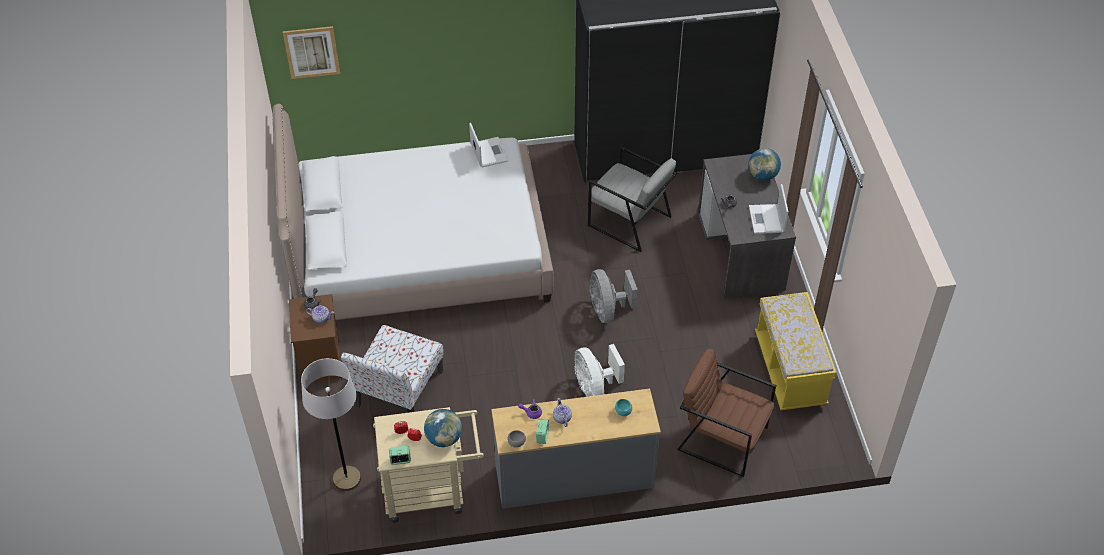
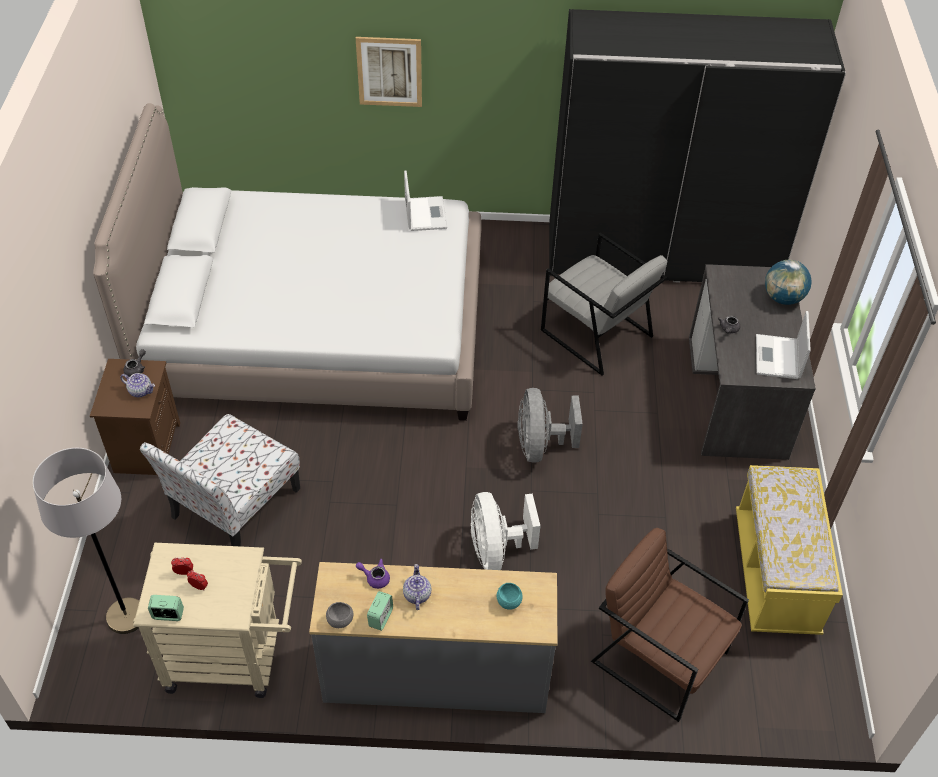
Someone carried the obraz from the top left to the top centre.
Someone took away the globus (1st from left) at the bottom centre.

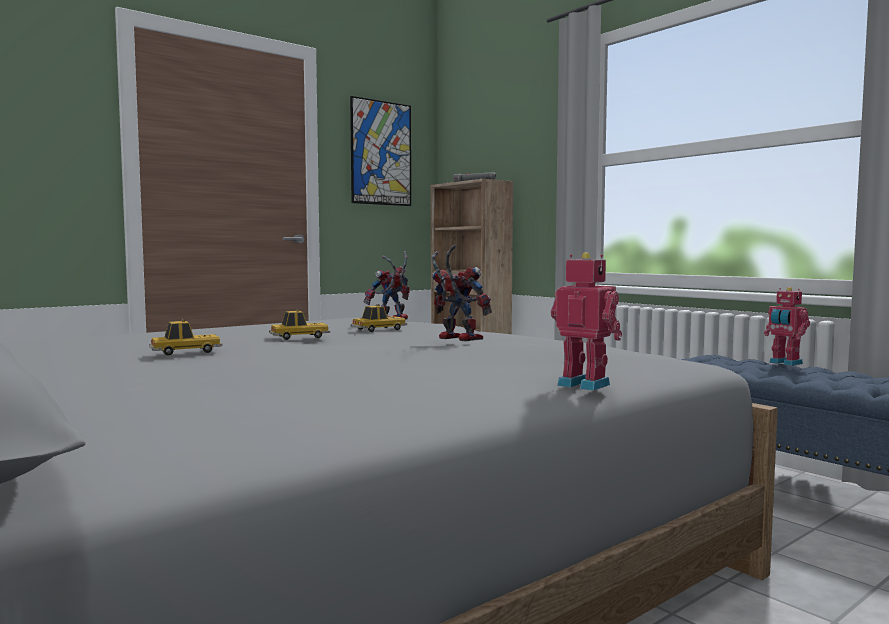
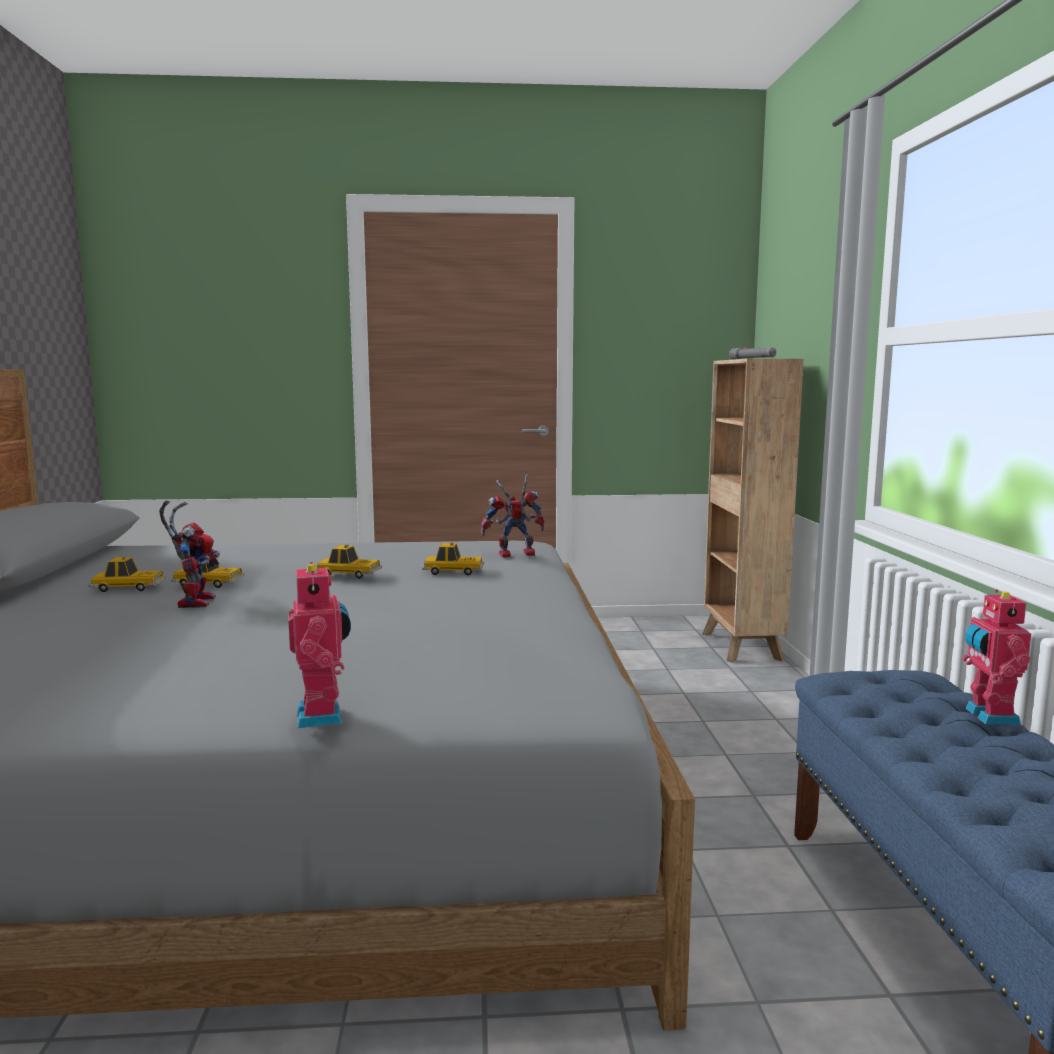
Someone put down the samochodzik (1st from left) at the middle left.
Someone carried the robot zabawkowy (2nd from left in the first image) from the centre to the middle left.
Someone took away the obraz at the top centre.

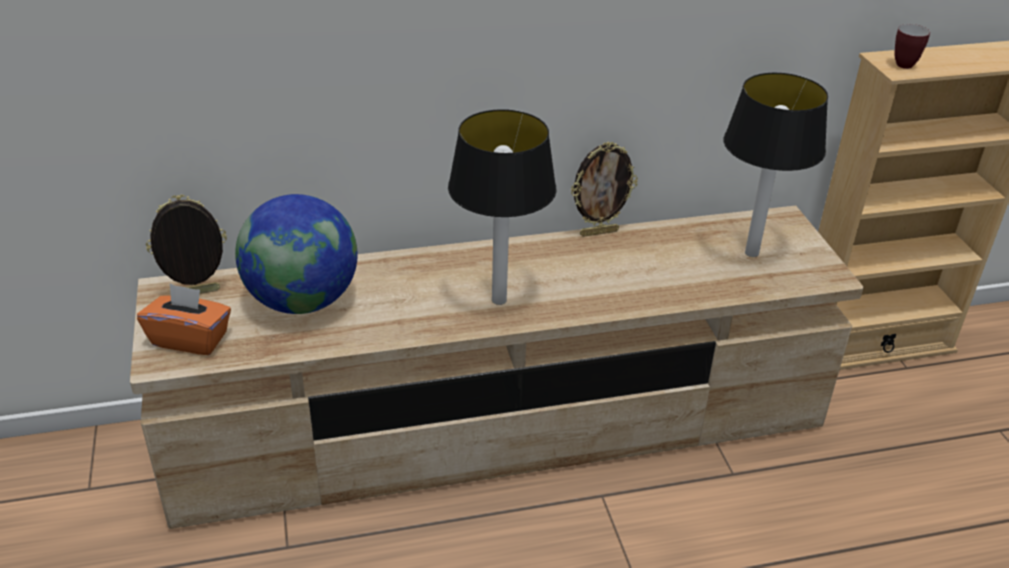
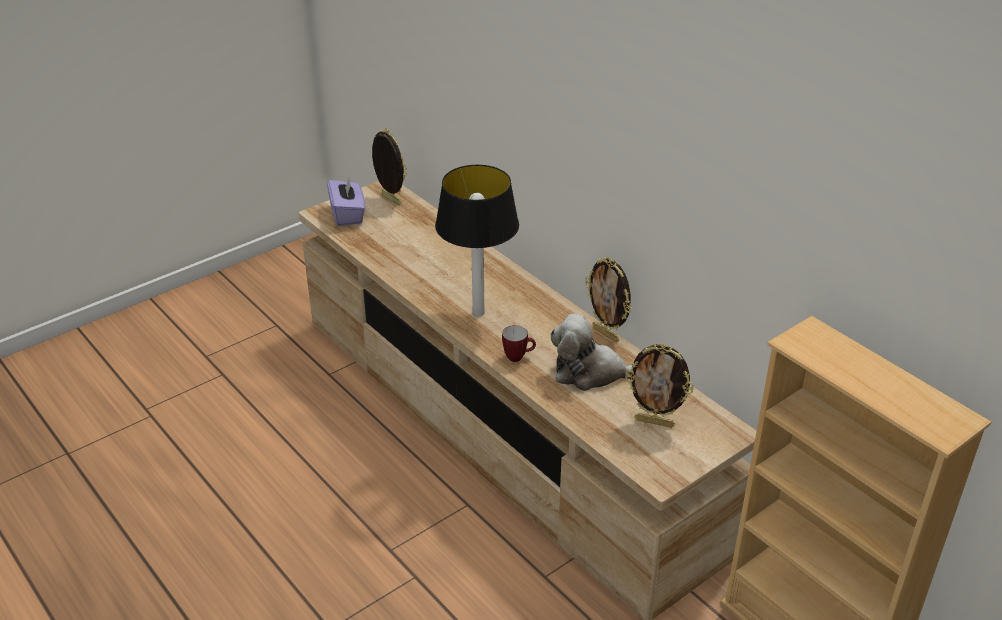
Someone repainted the pudełko chusteczek/pomarańczowy at the middle left, which became the pudełko chusteczek/fioletowy at the top centre.
Someone carried the kubek from the top right to the centre.
Someone put down the pluszak at the centre.
Someone swapped the lampa stołowa (2nd from left) at the top right for the ramka na zdjęcie (3rd from left) at the centre.
Someone took away the globus at the middle left.

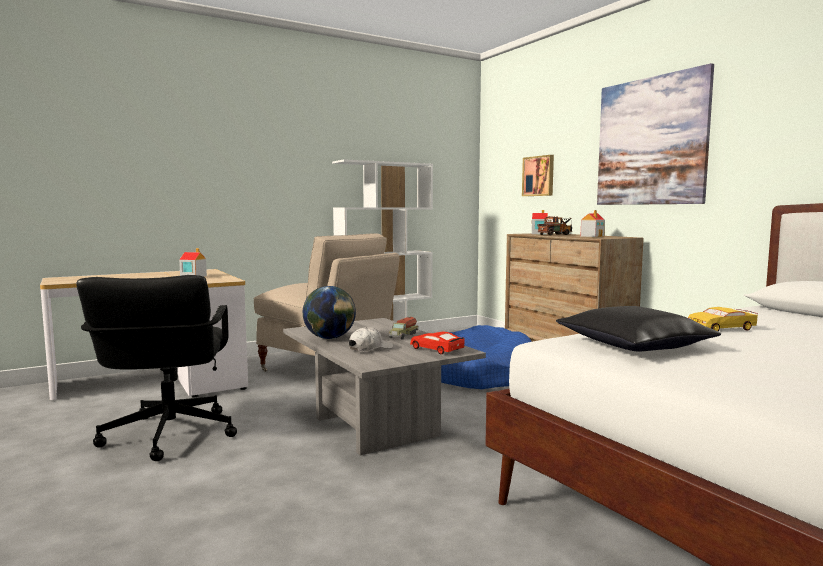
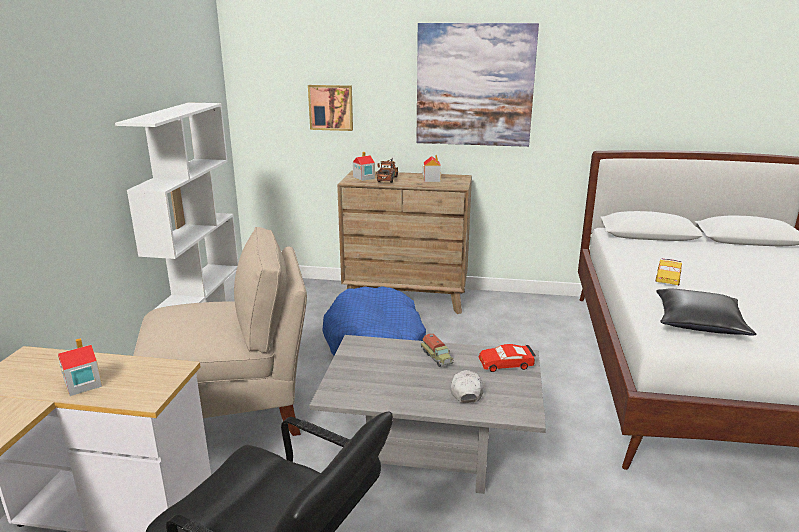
Someone took away the globus at the centre.

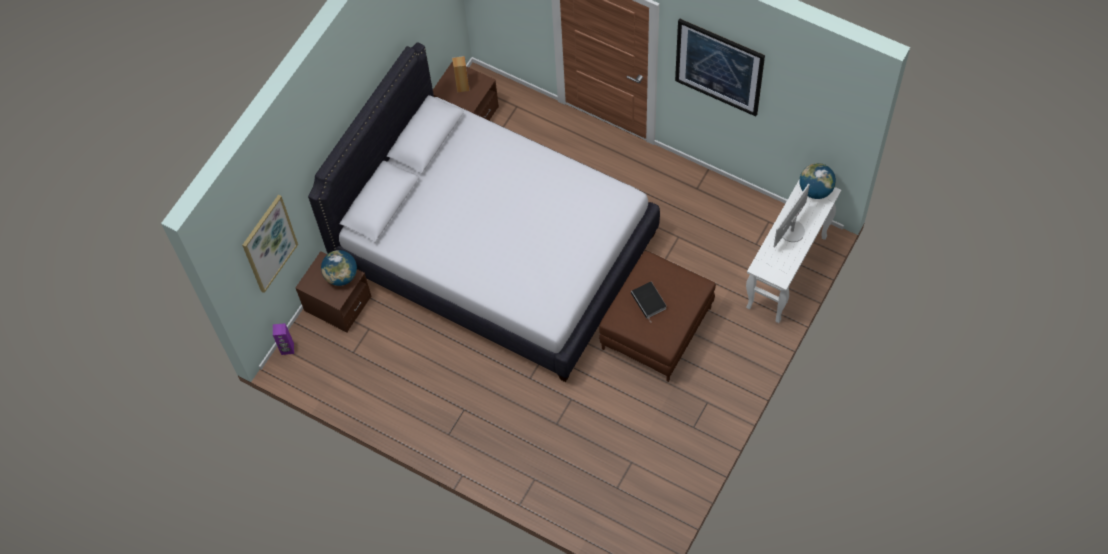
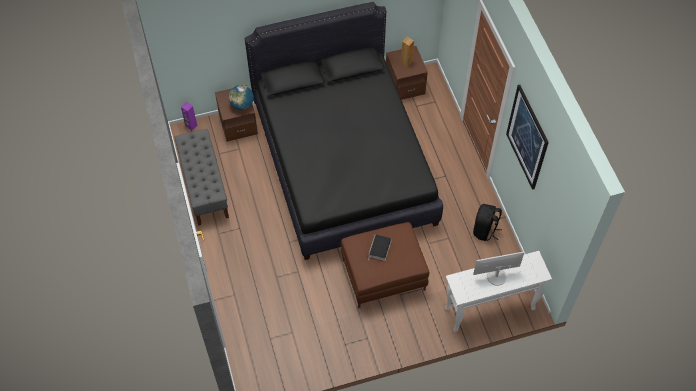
Someone put down the ławka/szary at the middle left.
Someone repainted the łóżko/biały at the centre, which became the łóżko/czarny at the centre.
Someone put down the plecak/czarny at the middle right.
Someone took away the obraz (1st from left) at the middle left.
Someone took away the globus (2nd from left) at the top right.

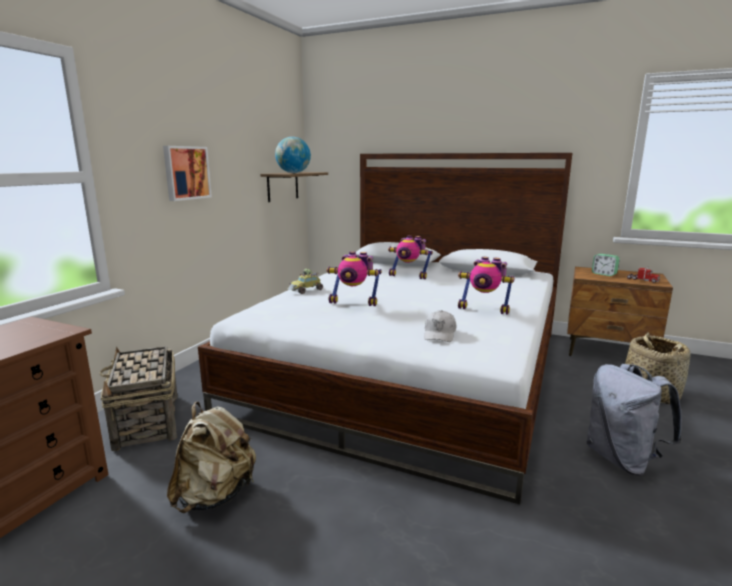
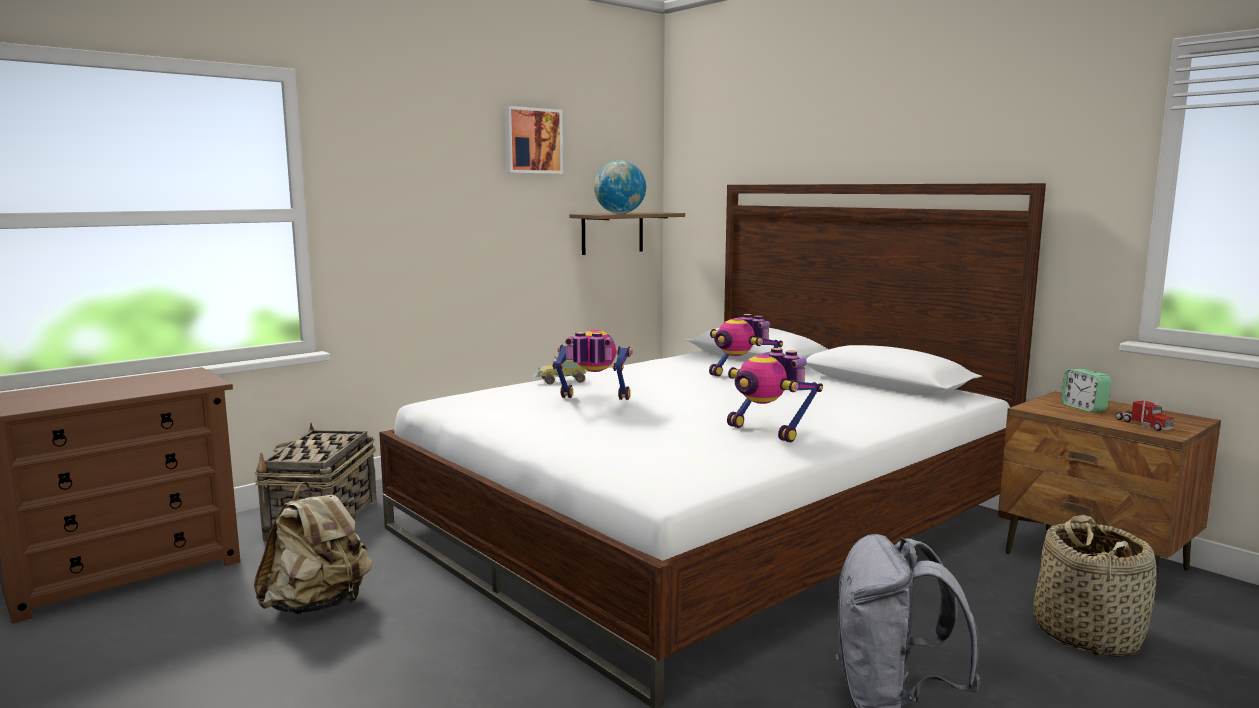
Someone carried the obraz from the top left to the top centre.
Someone rotated the robot zabawkowy (1st from left) at the centre by 150 degrees clockwise.
Someone took away the czapka z daszkiem/biały at the centre.

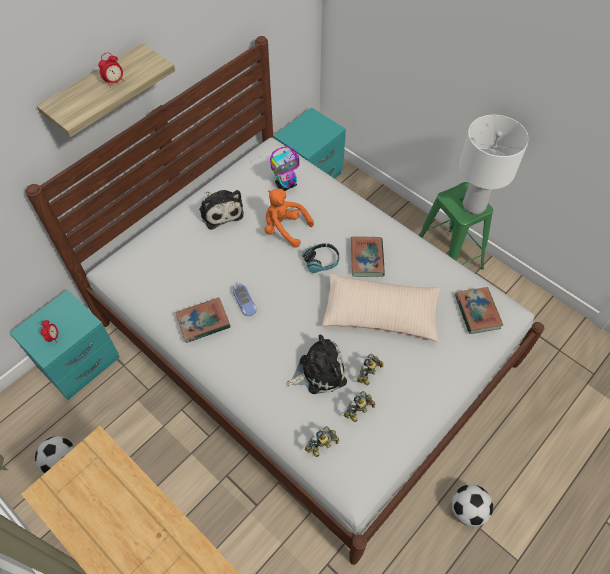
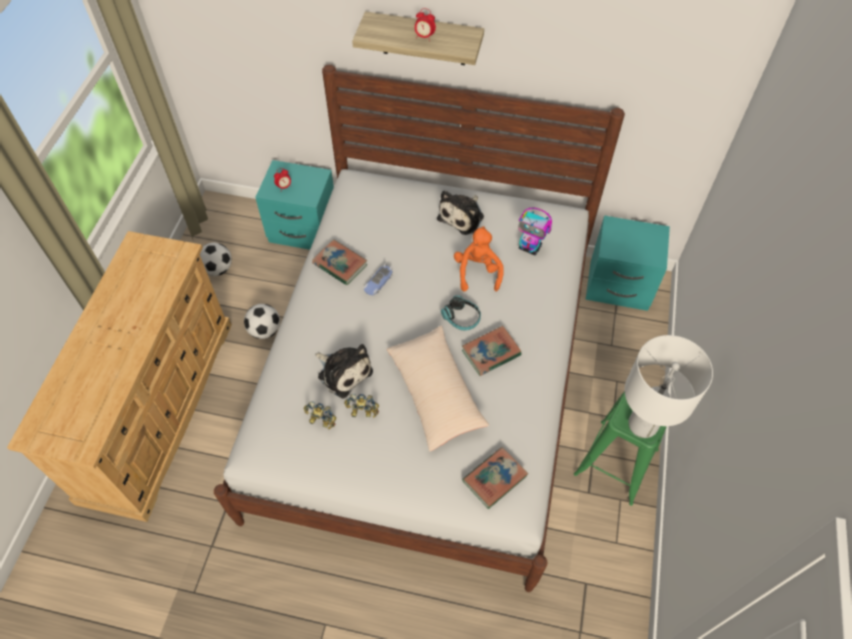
Someone carried the piłka futbolowa (2nd from left) from the bottom right to the middle left.
Someone took away the robot zabawkowy (2nd from left) at the bottom centre.

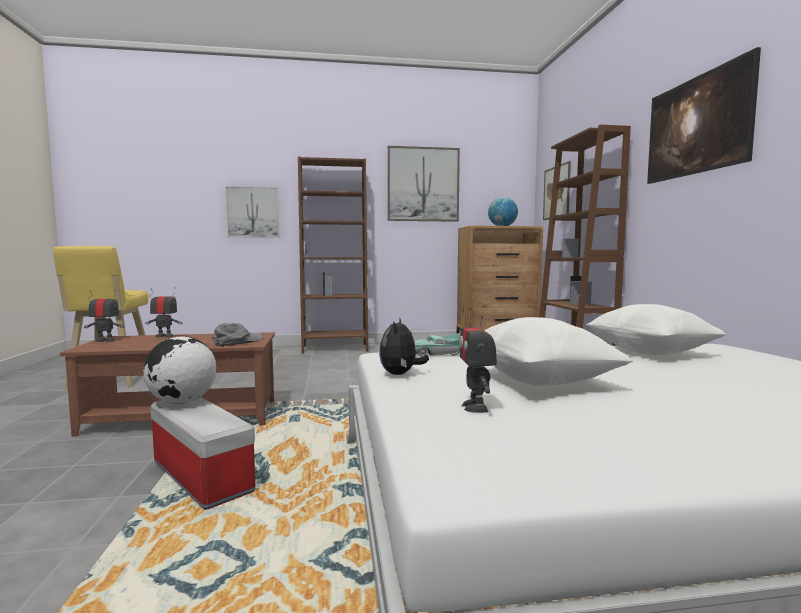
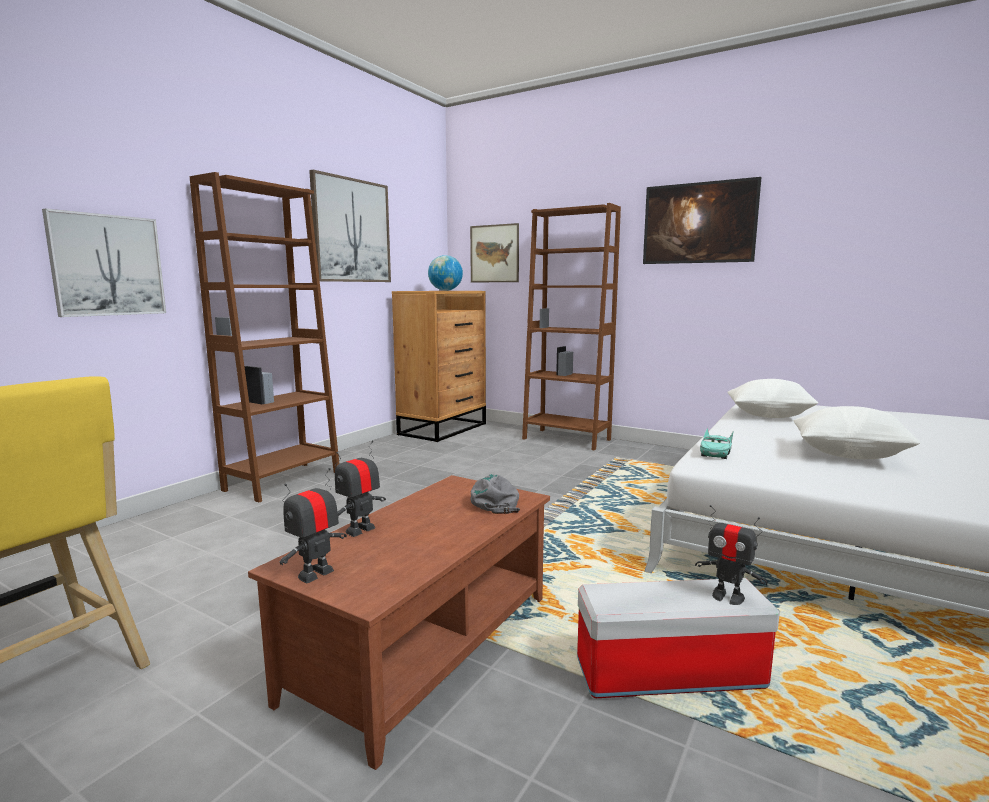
Someone carried the robot zabawkowy (3rd from left) from the centre to the bottom right.
Someone took away the globus (1st from left) at the middle left.
Someone took away the pluszak at the centre.

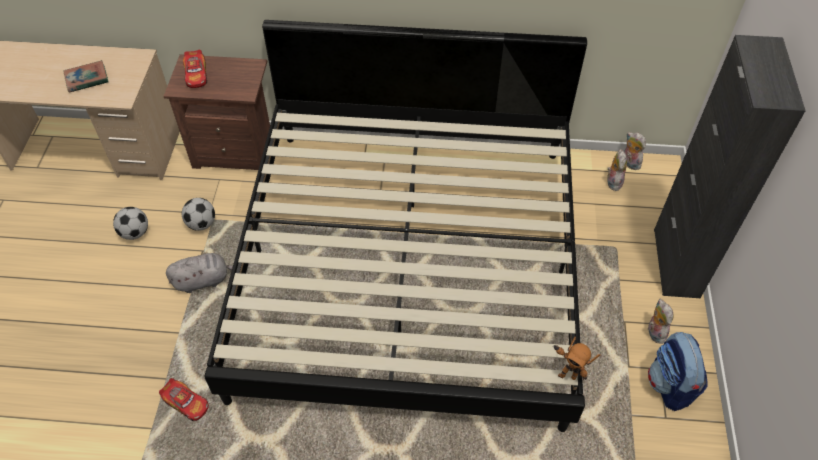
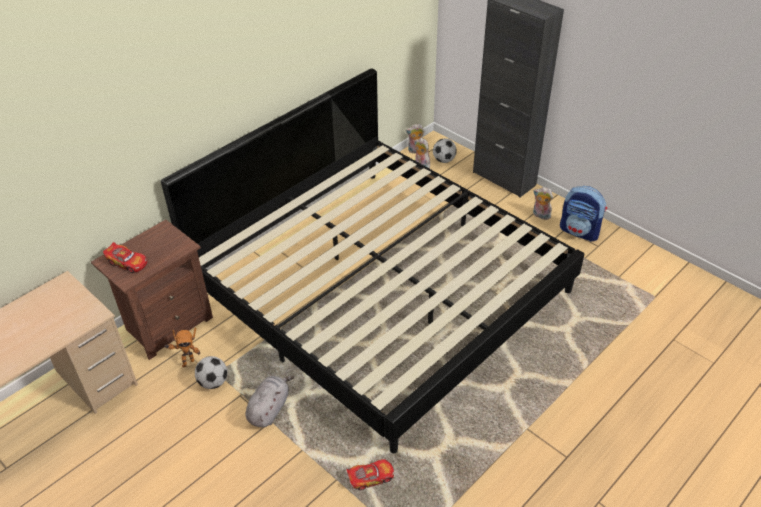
Someone carried the robot zabawkowy from the bottom right to the bottom left.
Someone carried the piłka futbolowa (1st from left in the first image) from the middle left to the top centre.
Someone took away the książka at the top left.

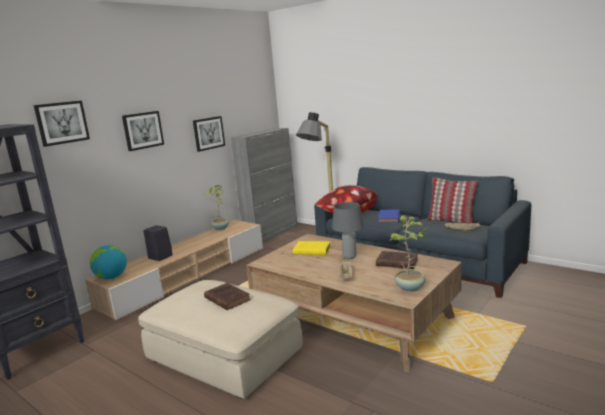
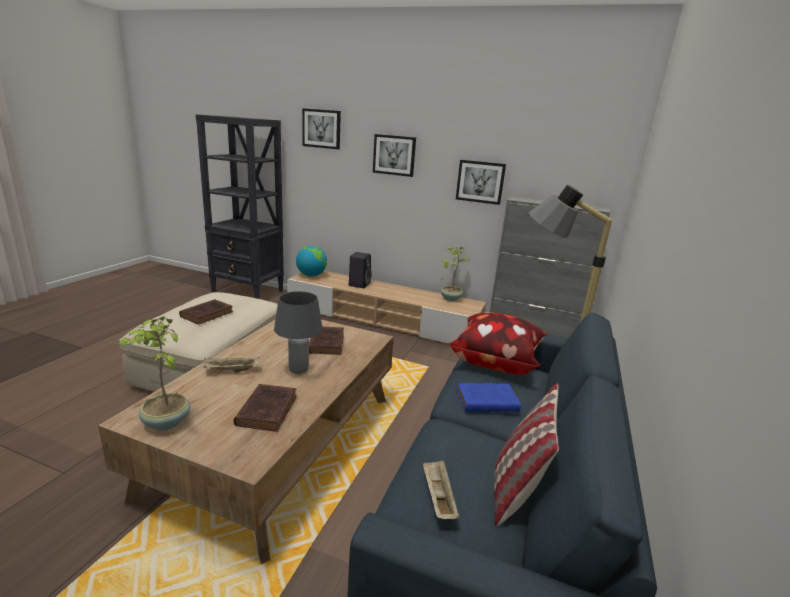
Someone repainted the książka/żółty at the centre, which became the książka/brązowy (3rd from left) at the centre.

